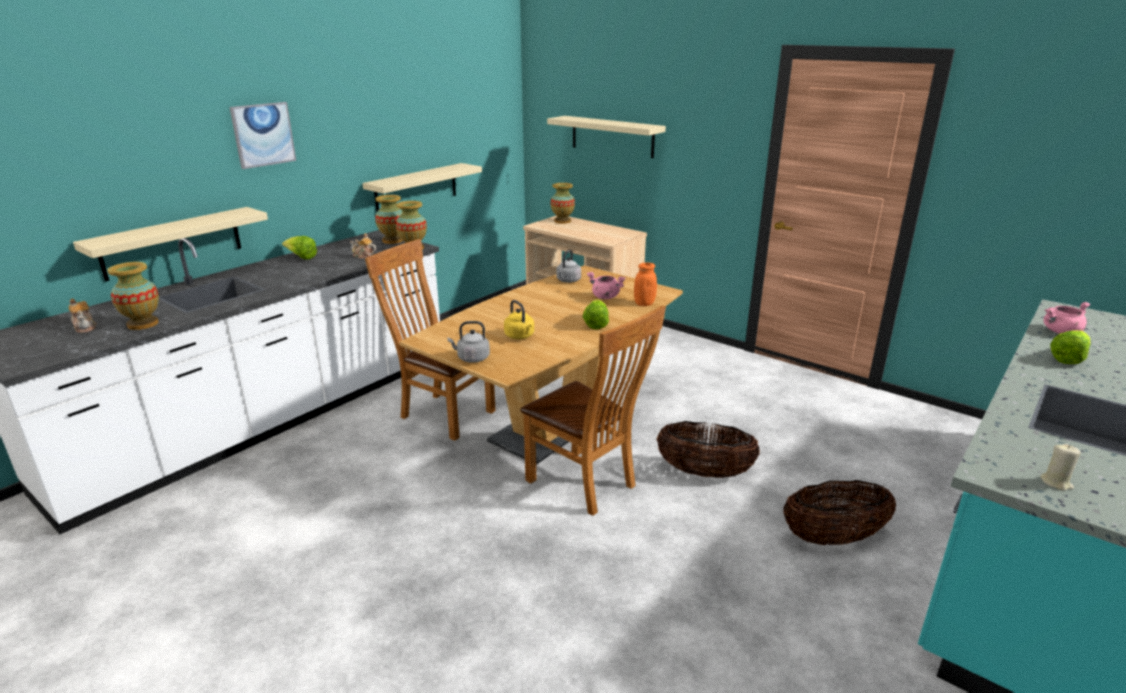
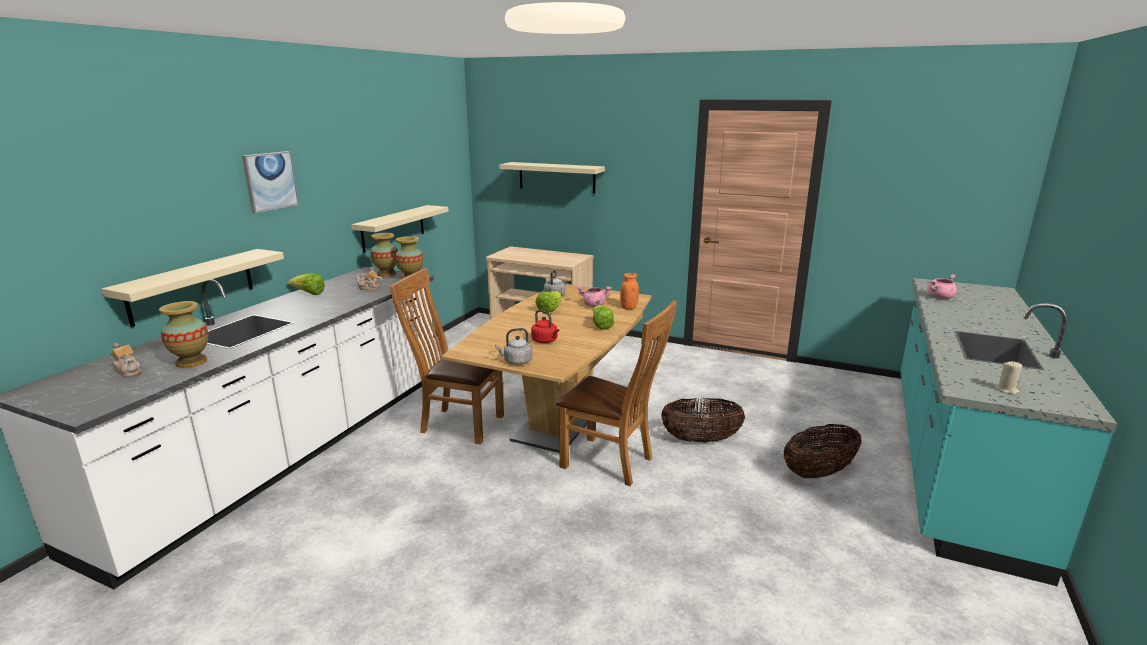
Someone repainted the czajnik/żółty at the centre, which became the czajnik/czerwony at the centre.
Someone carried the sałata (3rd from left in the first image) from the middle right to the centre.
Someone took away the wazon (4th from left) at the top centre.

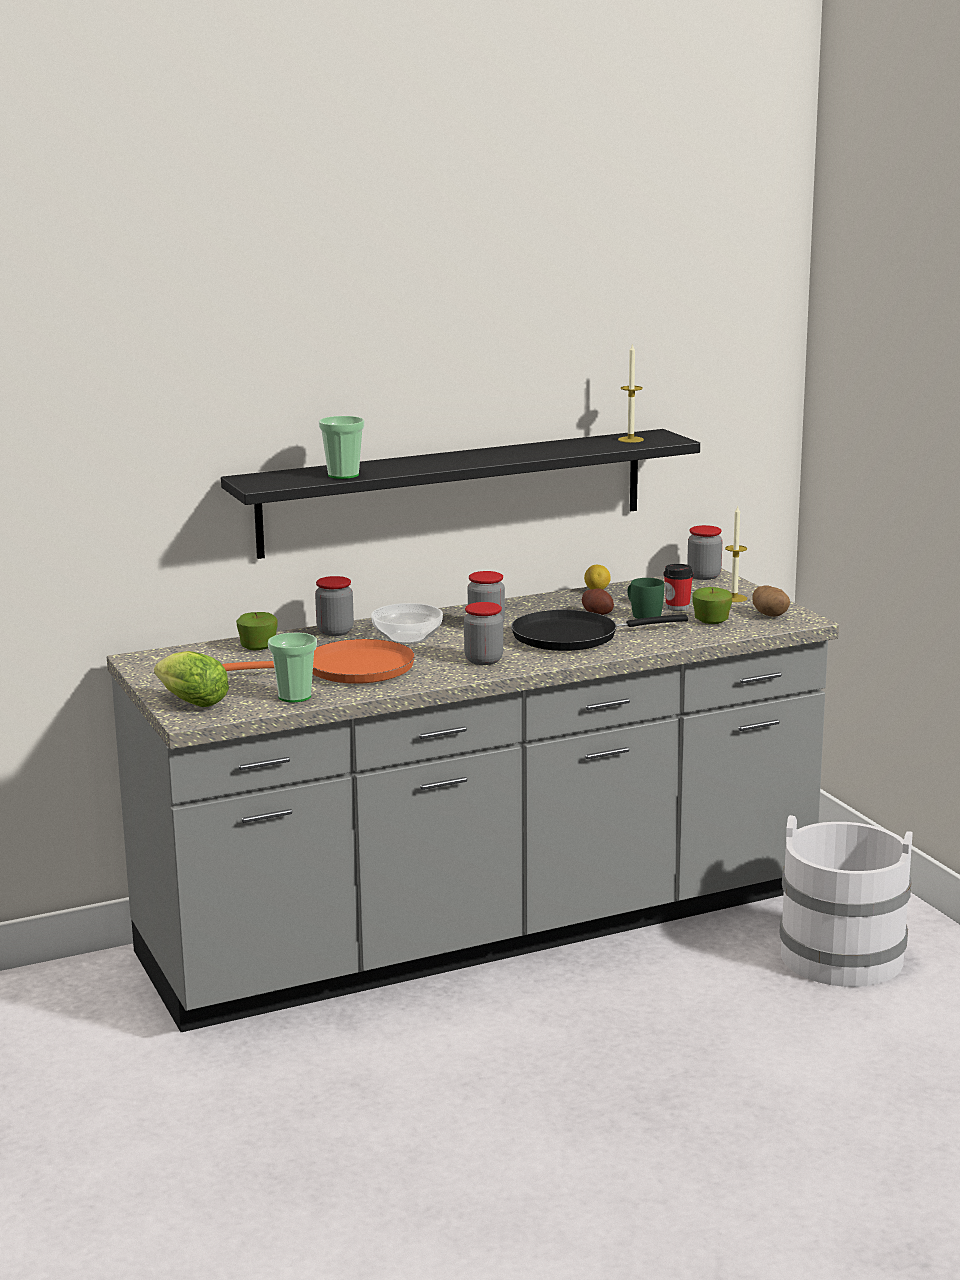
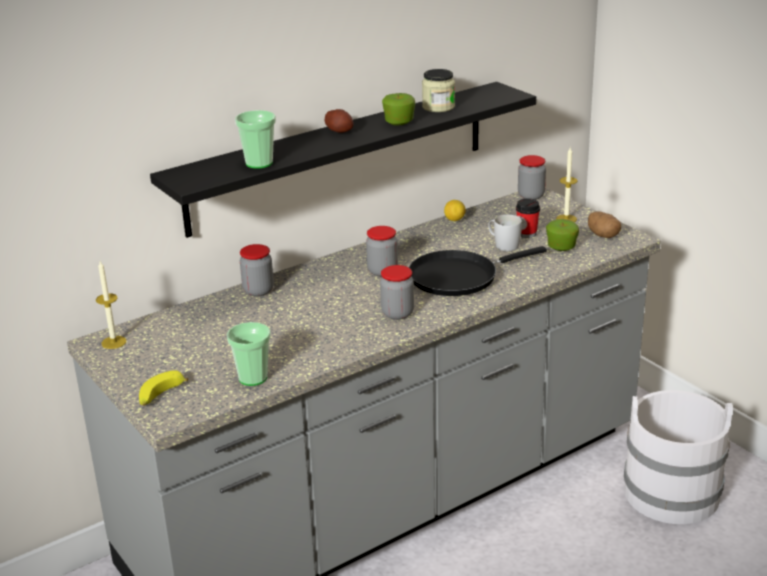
Someone carried the świeca (1st from left) from the top centre to the middle left.
Someone swapped the sałata at the middle left for the banan at the bottom left.
Someone carried the ziemniak (1st from left) from the centre to the top centre.
Someone carried the jabłko (1st from left) from the middle left to the top centre.
Someone put down the słoik (4th from left) at the top centre.
Someone repainted the kubek/zielony at the middle right, which became the kubek/biały at the centre.
Someone took away the patelnia/pomarańczowy at the middle left.
Someone took away the miska at the centre.

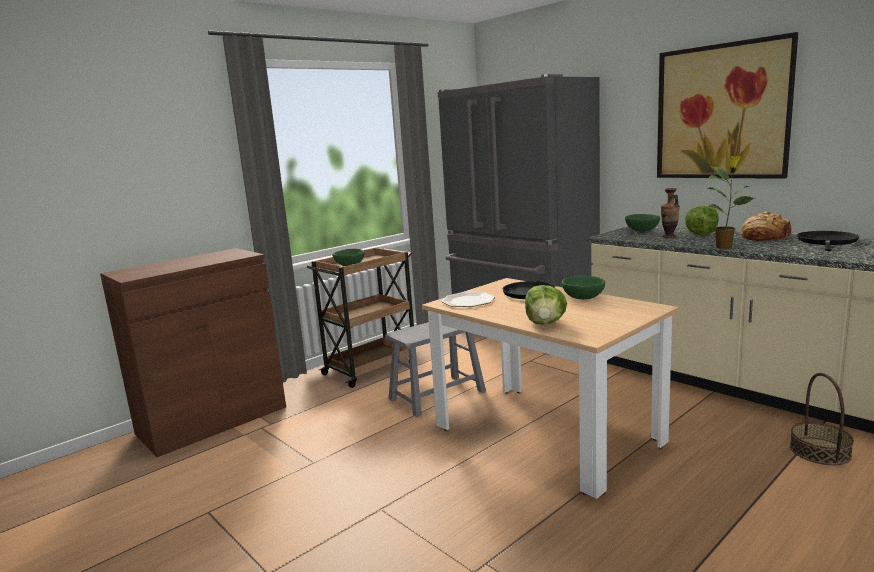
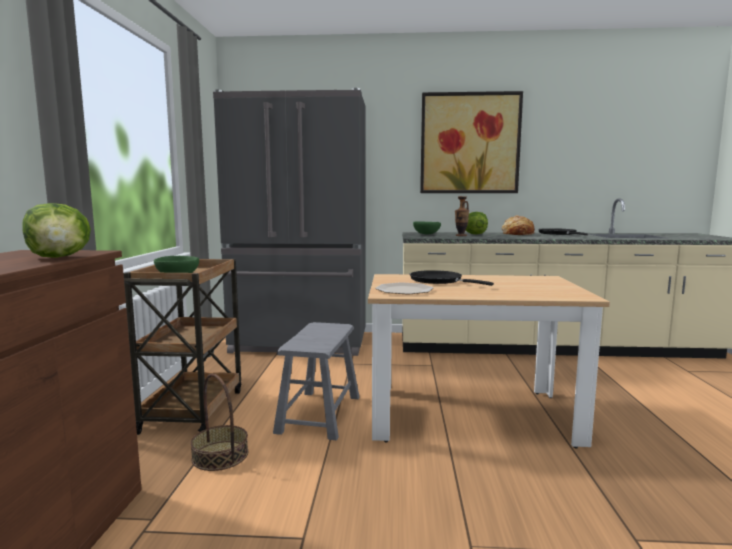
Someone carried the sałata (1st from left) from the centre to the middle left.
Someone carried the koszyk from the bottom right to the bottom left.
Someone took away the miska/zielony (2nd from left) at the middle right.
Someone took away the roślina doniczkowa at the middle right.

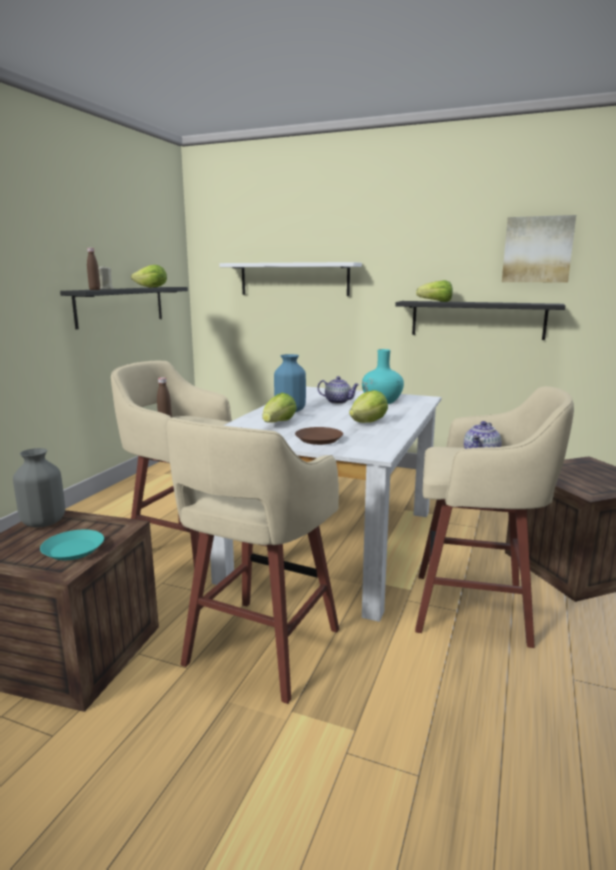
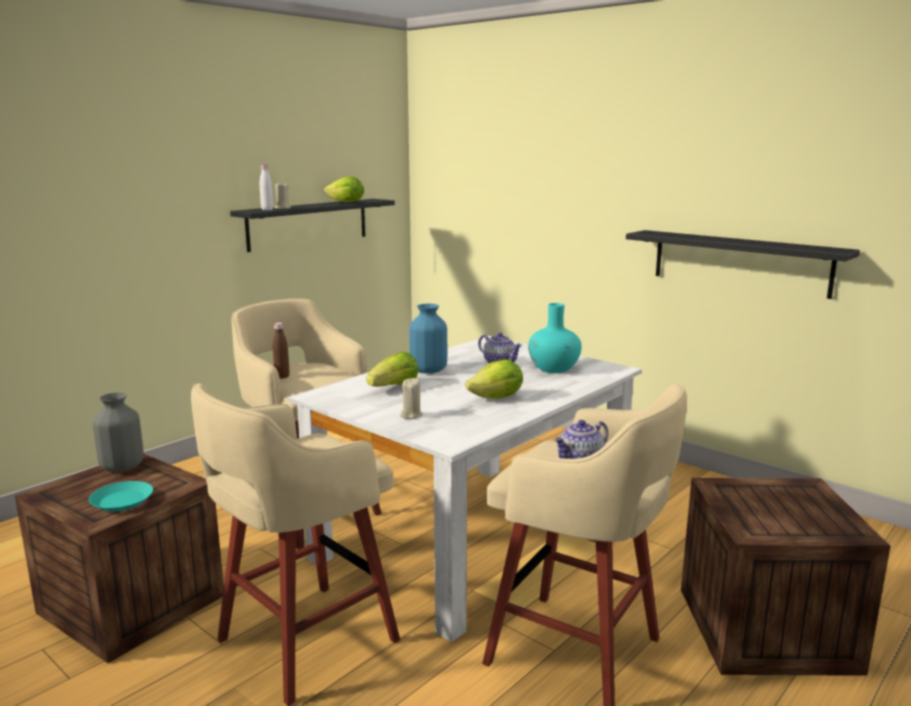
Someone repainted the butelka/brązowy (1st from left) at the top left, which became the butelka/biały at the top left.
Someone swapped the talerz/brązowy at the centre for the świeca/beżowy (2nd from left) at the centre.
Someone took away the półka/biały at the top centre.
Someone took away the sałata (4th from left) at the middle right.
Someone took away the obraz at the top right.

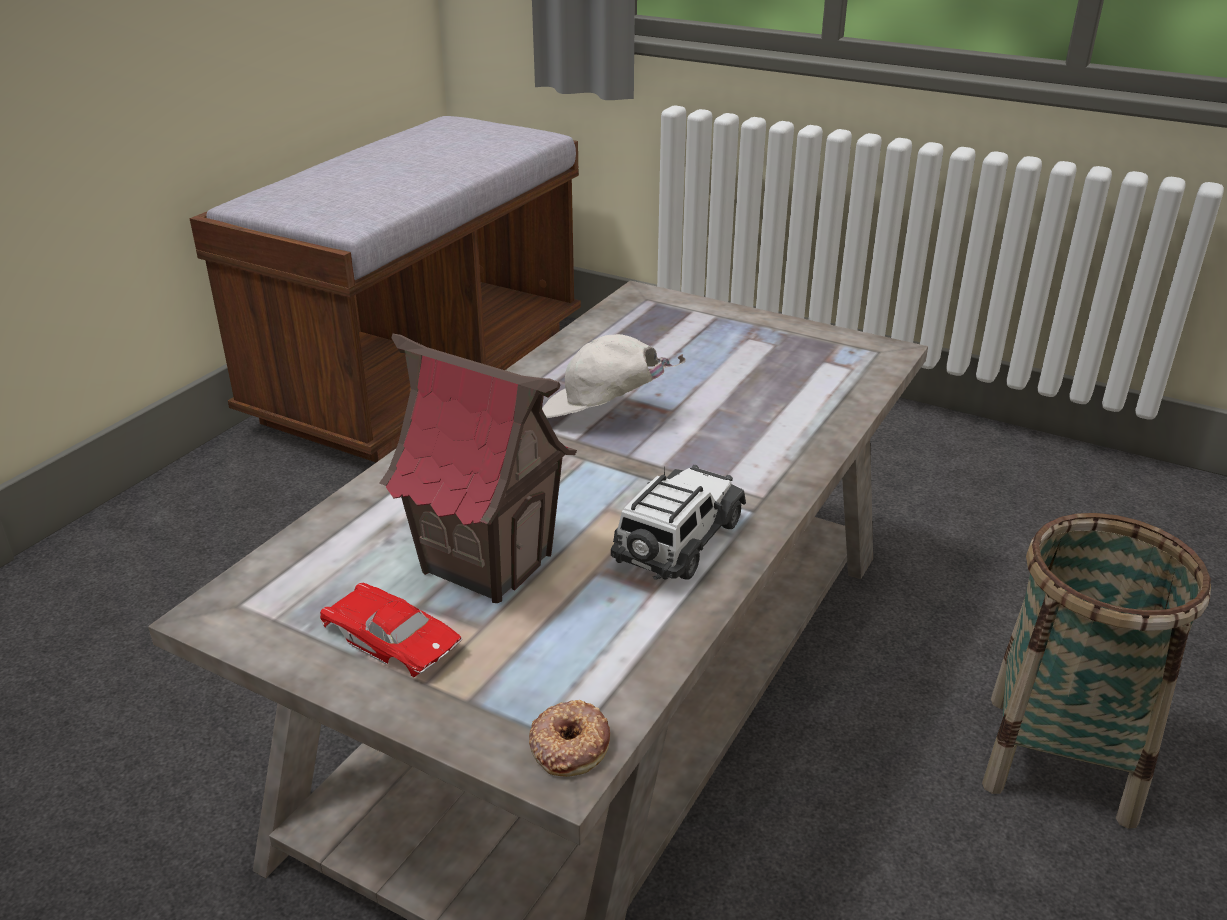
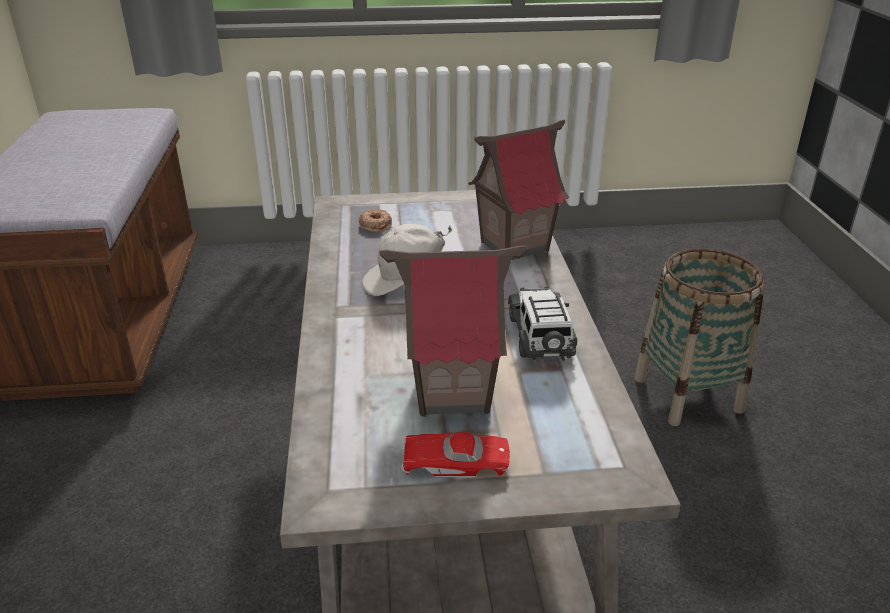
Someone carried the donut from the bottom centre to the centre.
Someone put down the domek (2nd from left) at the top centre.

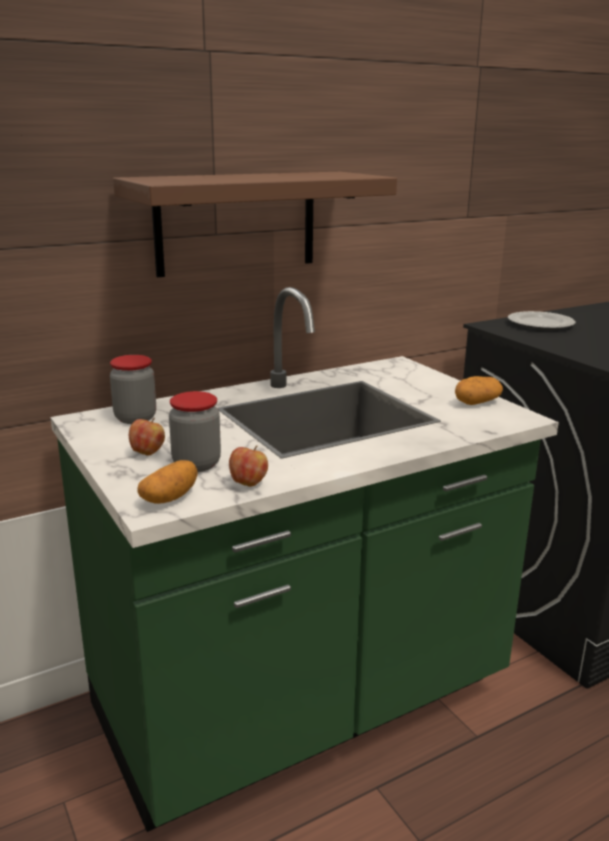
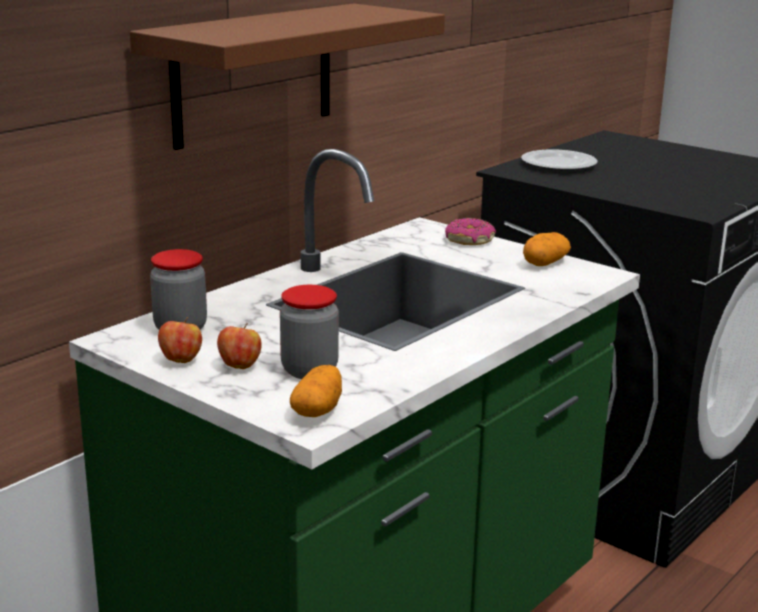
Someone carried the jabłko (2nd from left in the first image) from the centre to the middle left.
Someone put down the donut at the centre.

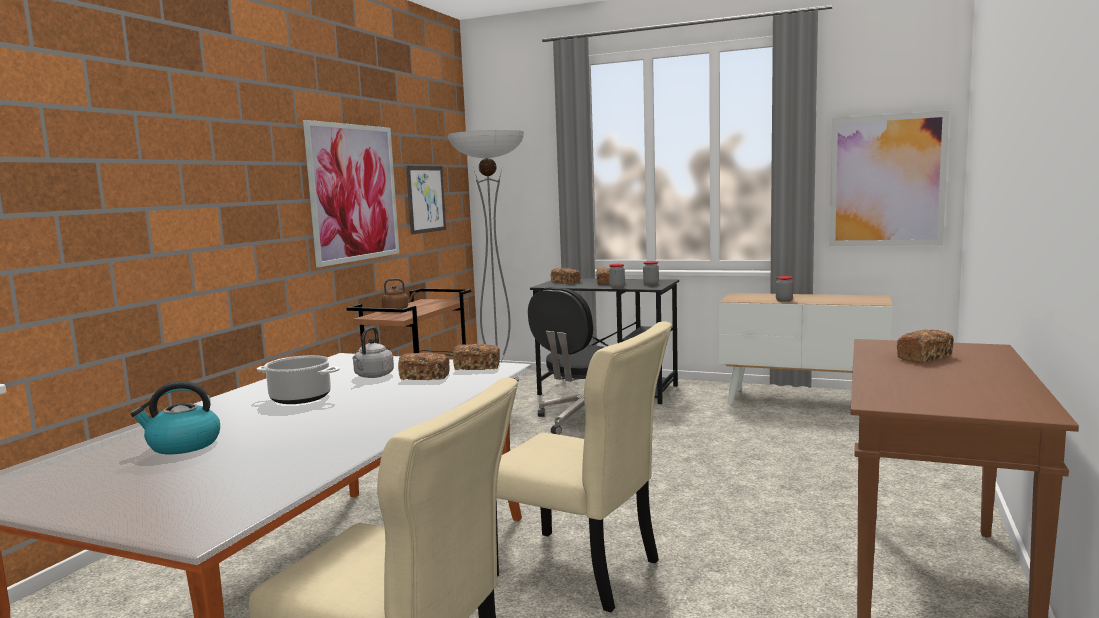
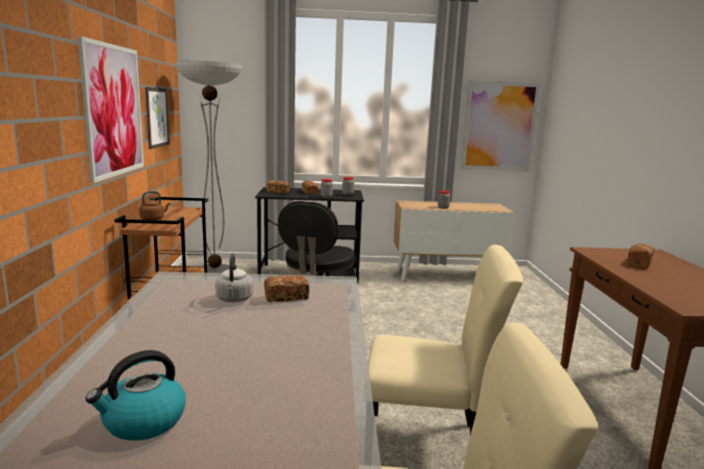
Someone took away the garnek at the middle left.
Someone took away the chleb (2nd from left) at the centre.

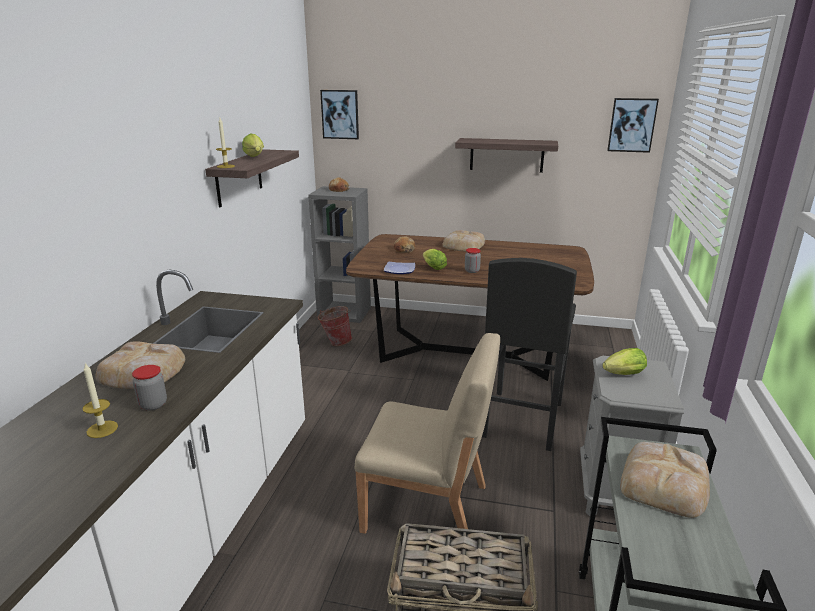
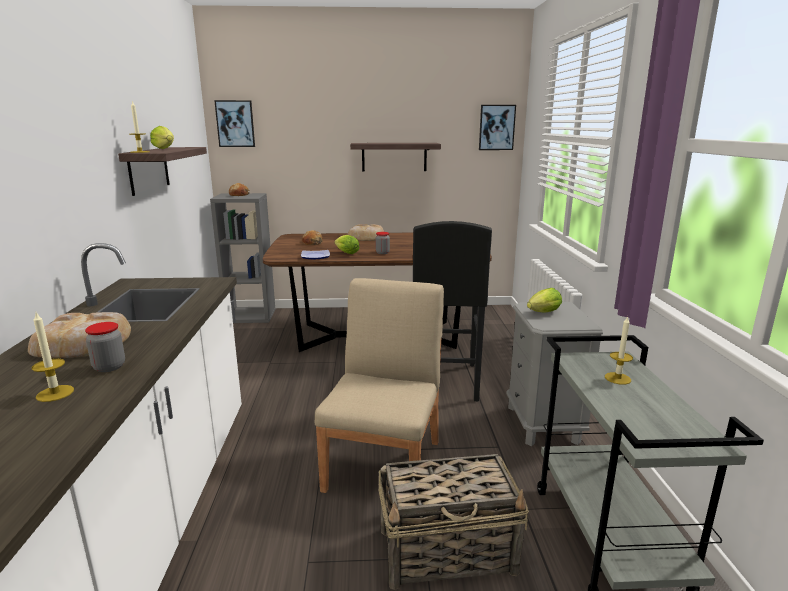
Someone rotated the krzesło/beżowy at the bottom centre by 75 degrees counterclockwise.
Someone swapped the chleb (5th from left) at the bottom right for the świeca (3rd from left) at the middle right.
Someone took away the wiadro at the centre.

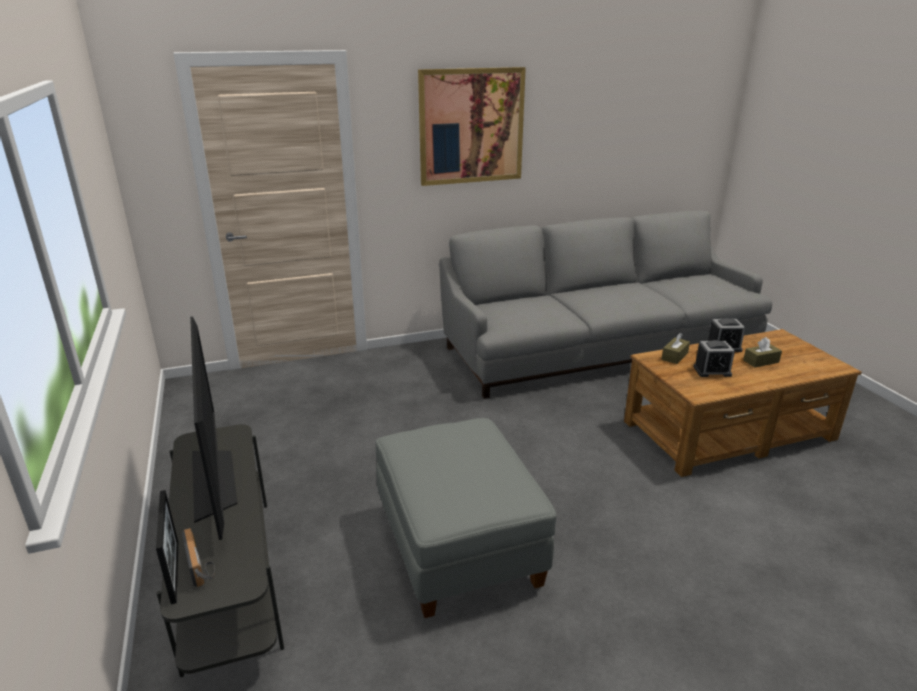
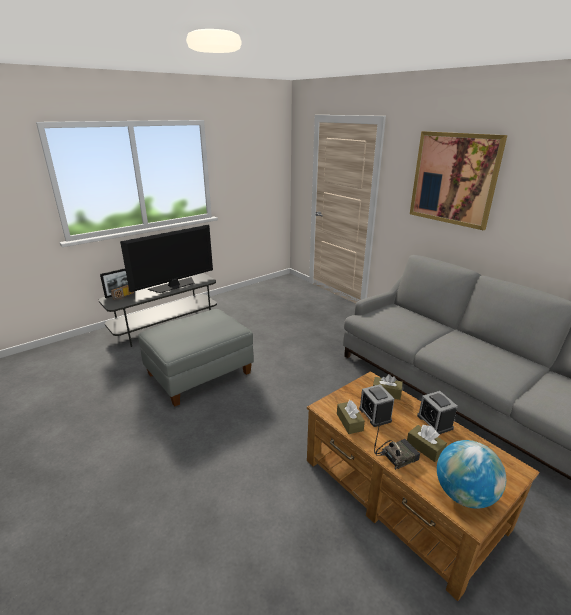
Someone put down the pudełko chusteczek/brązowy (1st from left) at the bottom centre.
Someone put down the radio (2nd from left) at the bottom right.
Someone put down the globus at the bottom right.

